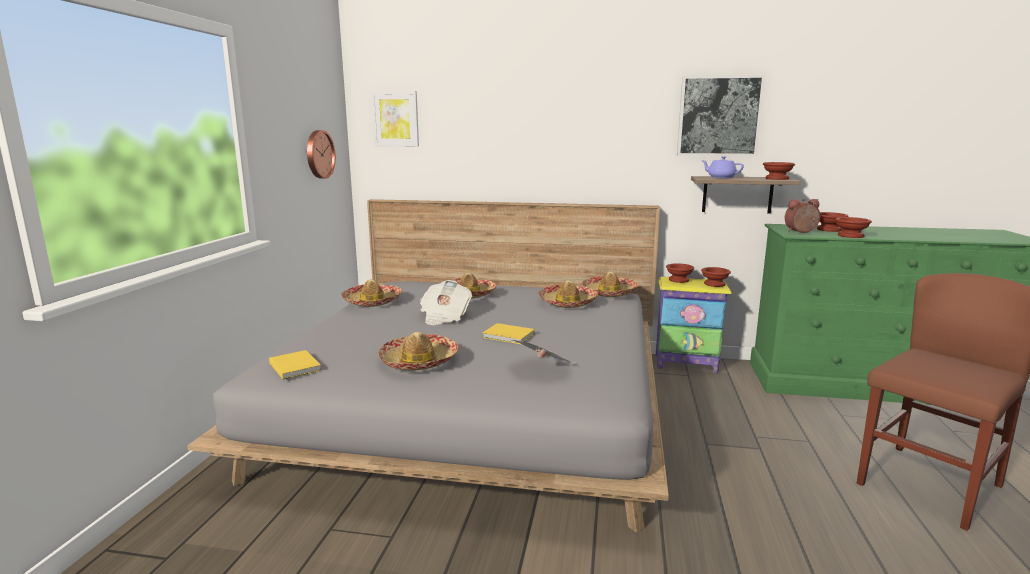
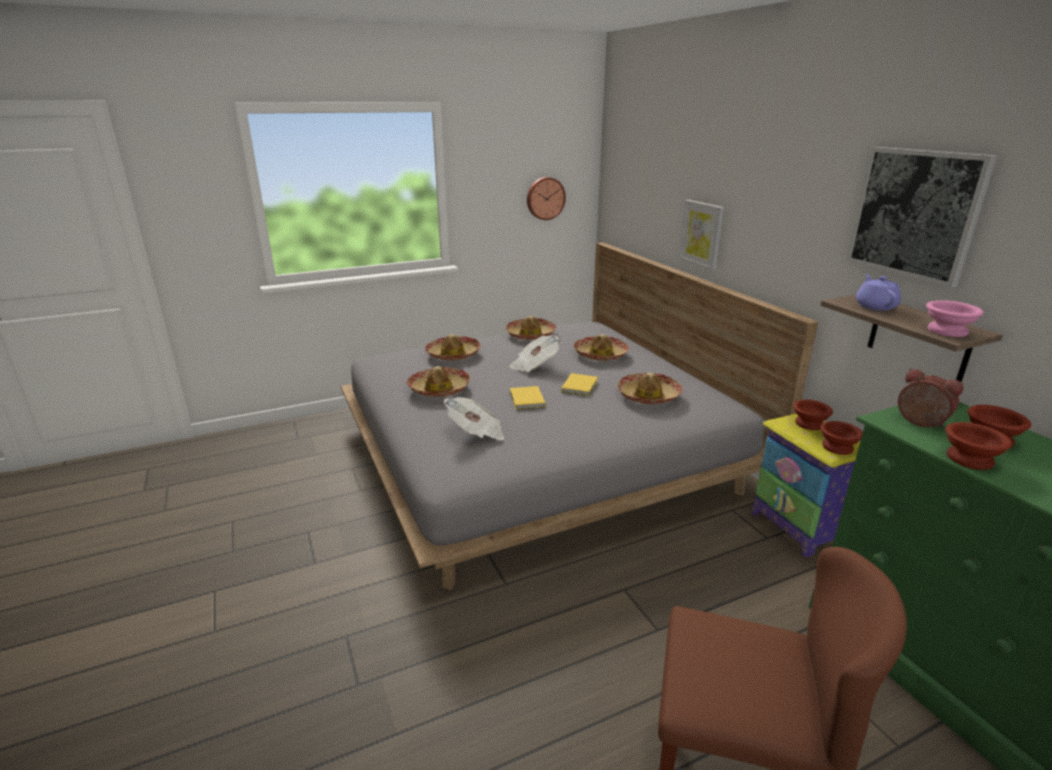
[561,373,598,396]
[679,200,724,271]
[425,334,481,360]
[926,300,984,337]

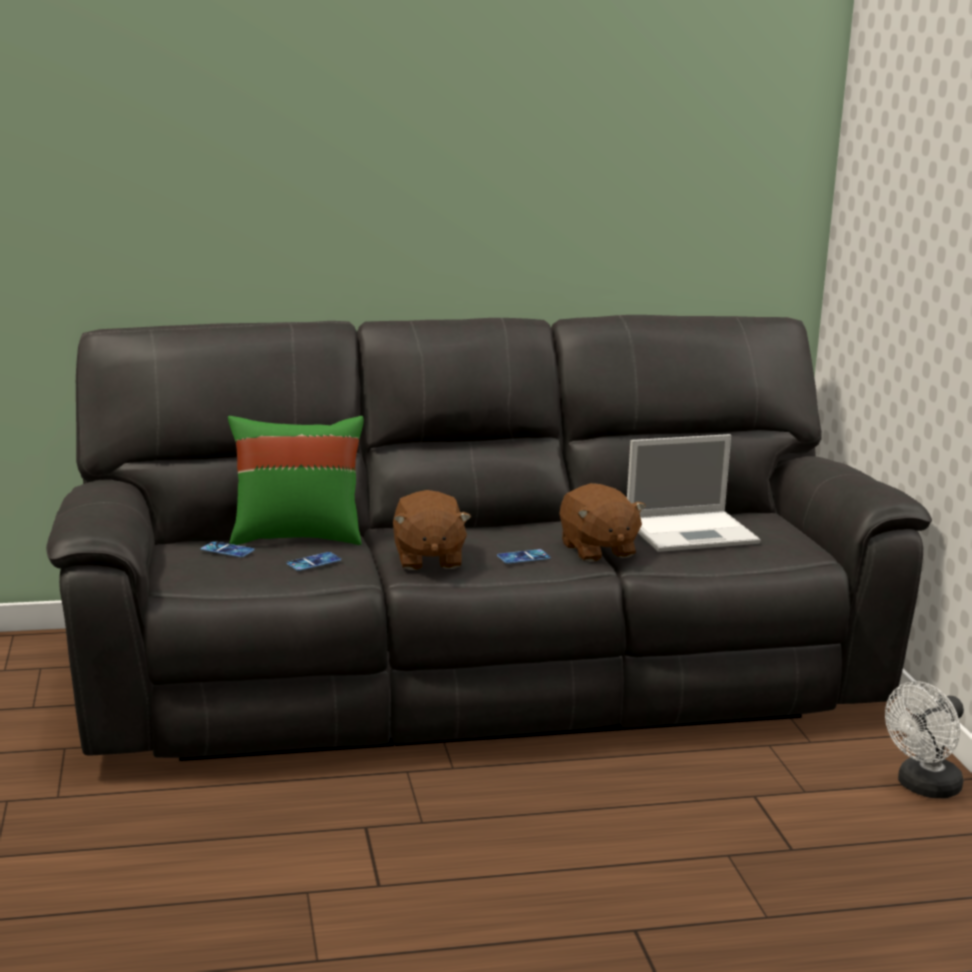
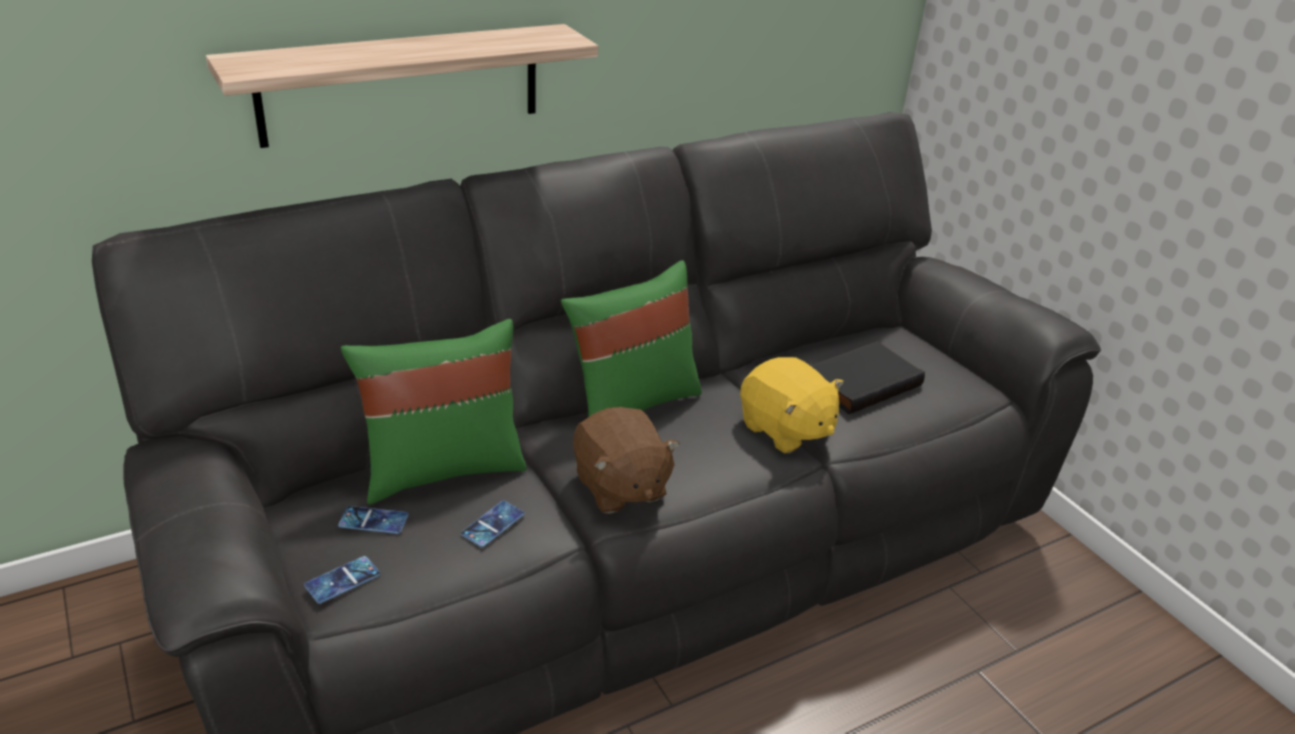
[304,556,380,604]
[740,357,844,454]
[810,341,925,414]
[885,681,964,798] (first image)
[206,24,598,148]
[561,260,702,417]

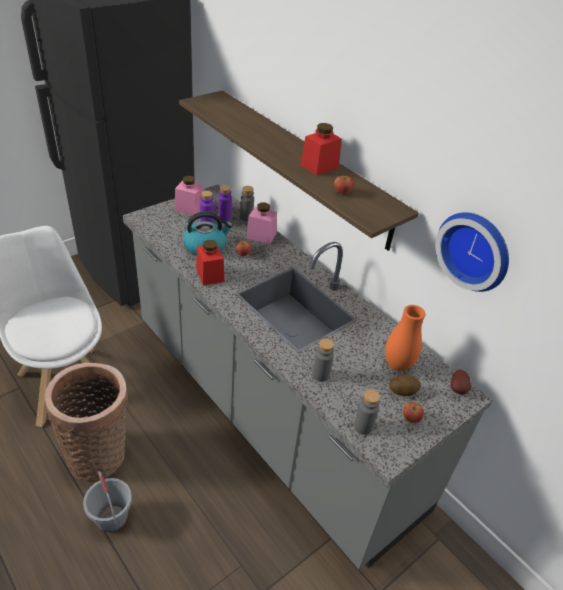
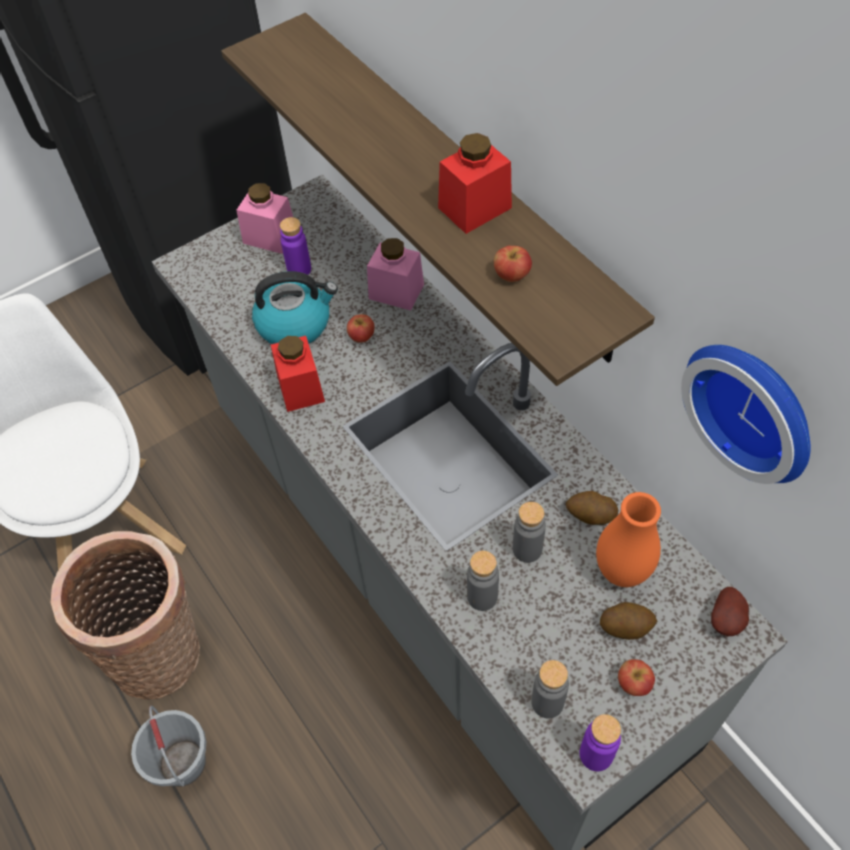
[580,714,621,771]
[513,502,546,563]
[566,491,618,525]

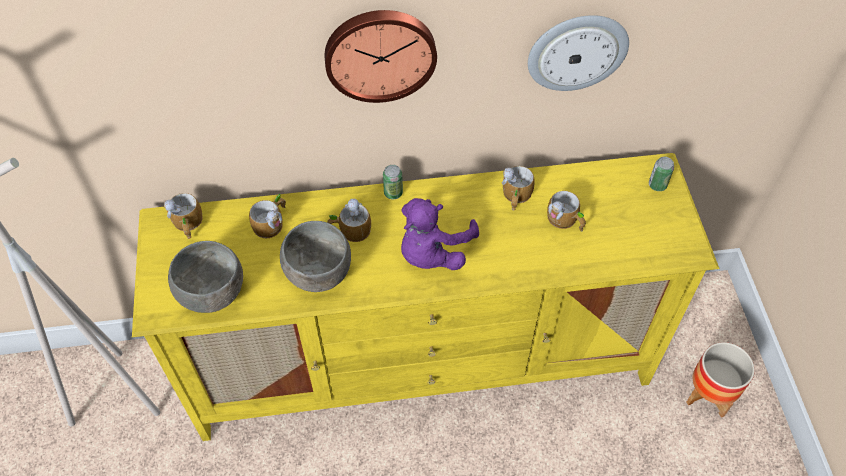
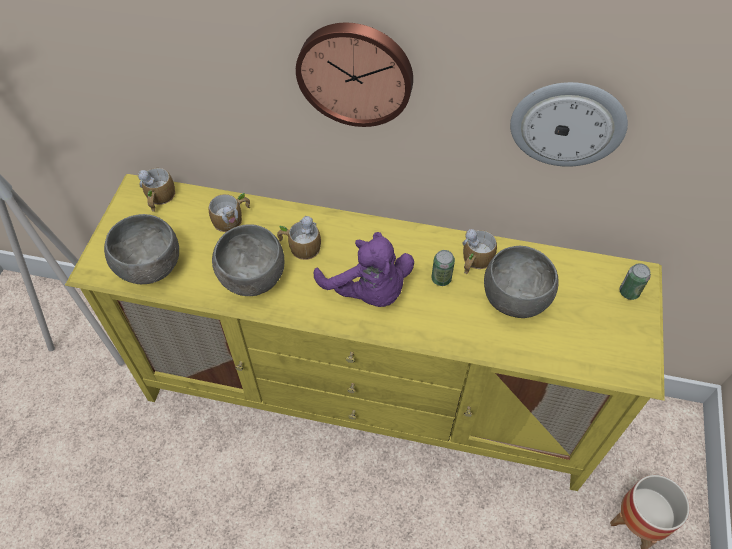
[431,250,455,286]
[314,232,414,307]
[484,246,558,318]

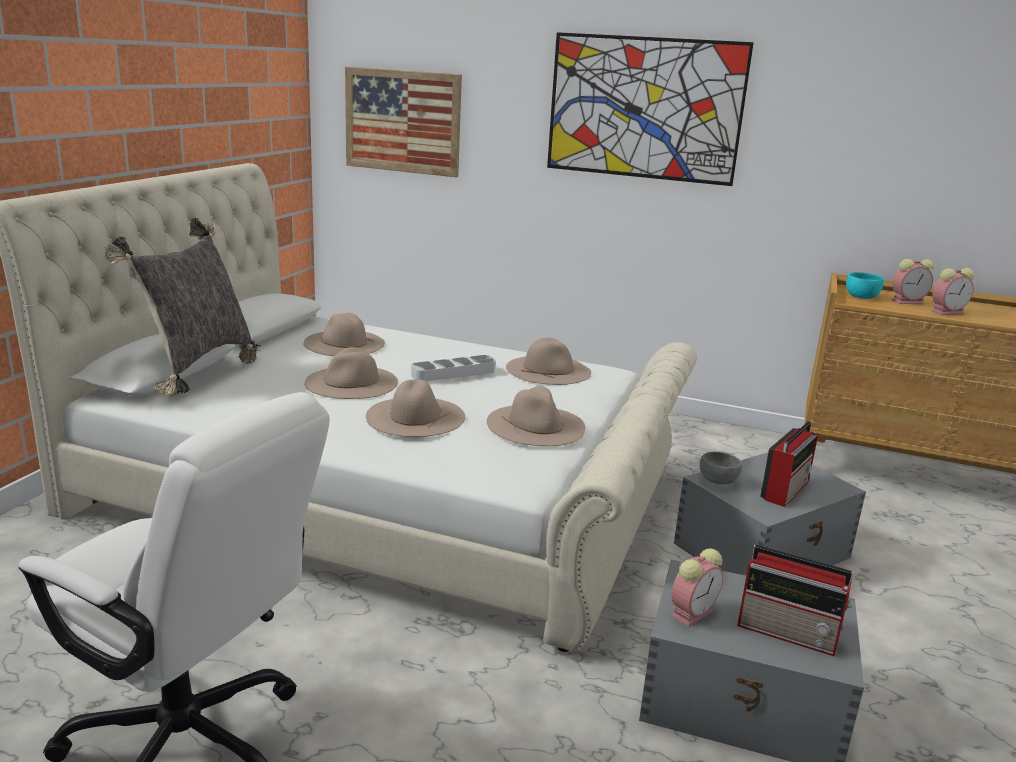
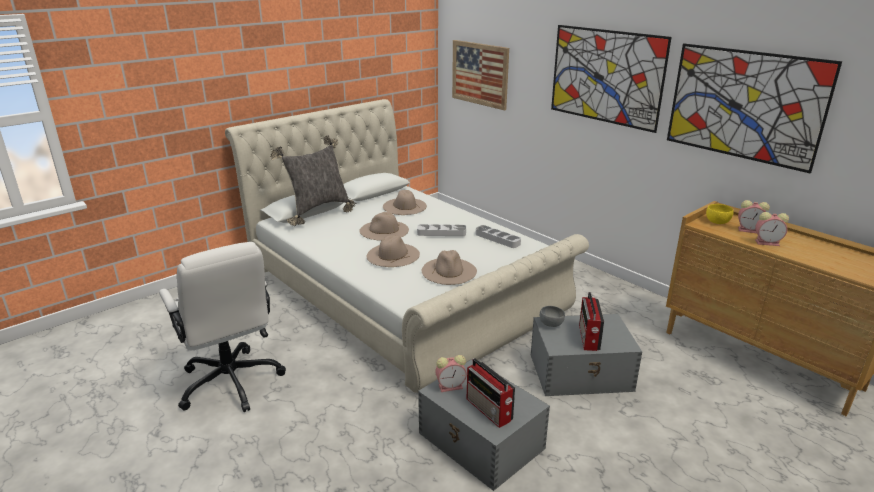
[476,225,521,248]
[579,292,604,351]
[706,204,733,224]
[667,44,842,174]

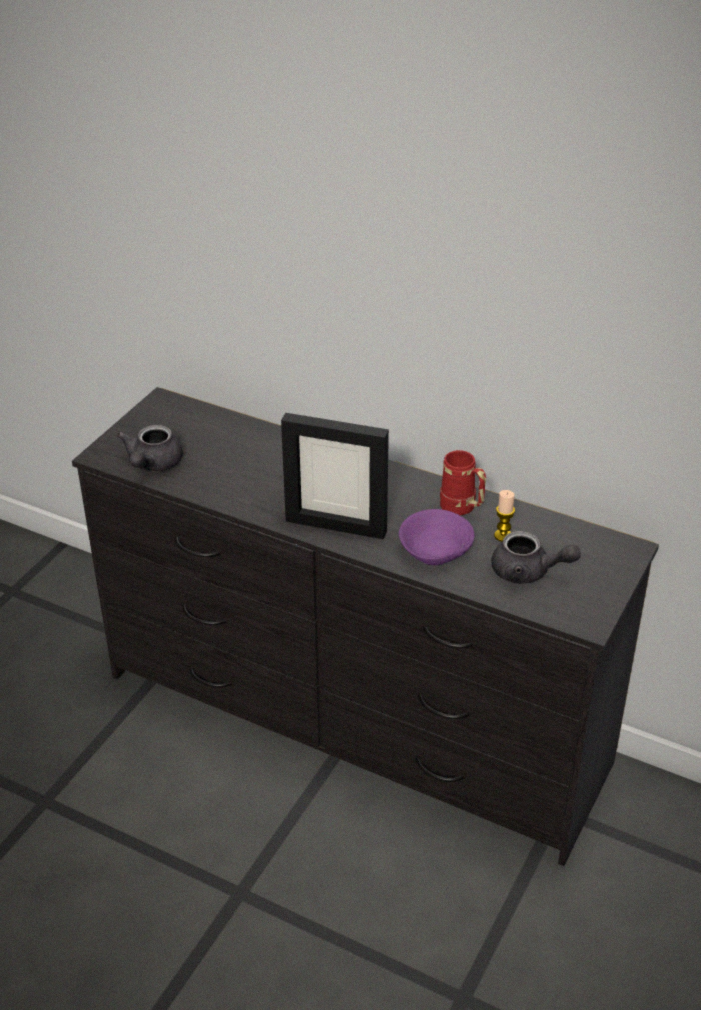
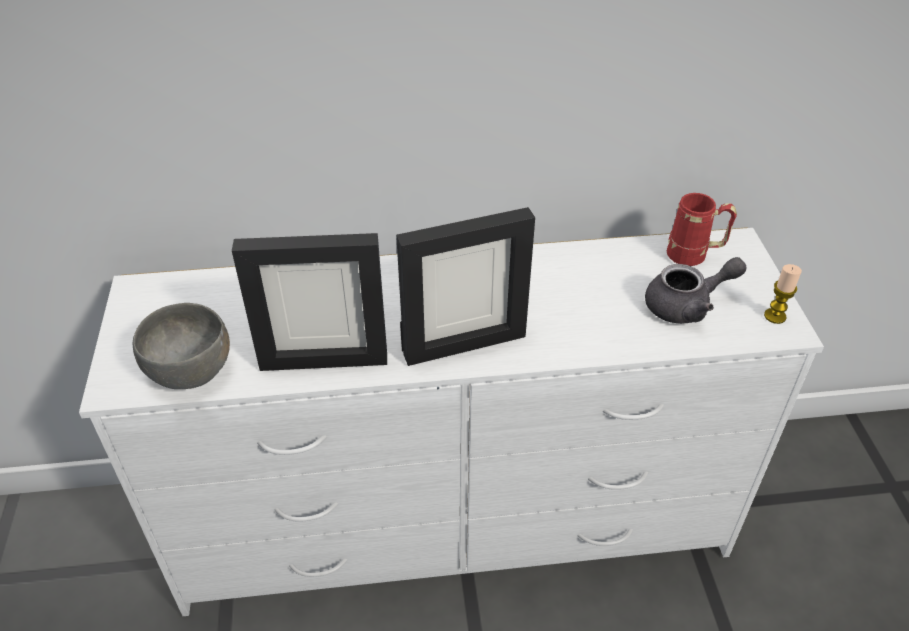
[79,227,824,616]
[133,303,230,389]
[399,509,475,565] (first image)
[667,193,737,266]
[764,264,802,324]
[232,233,387,371]

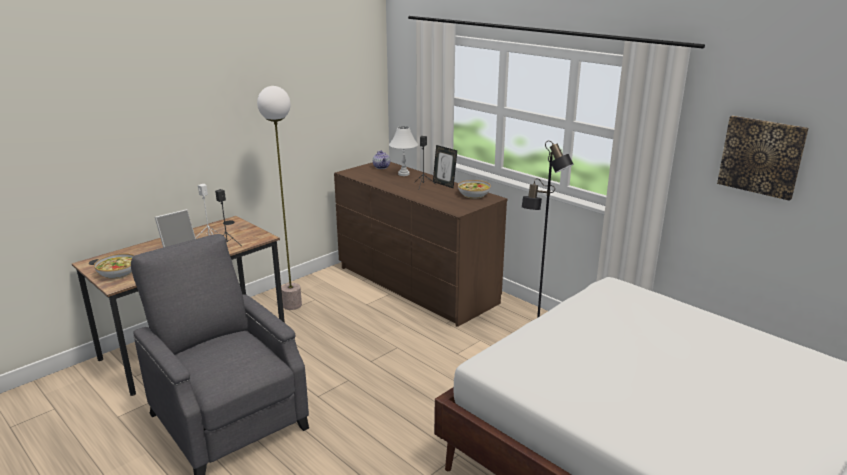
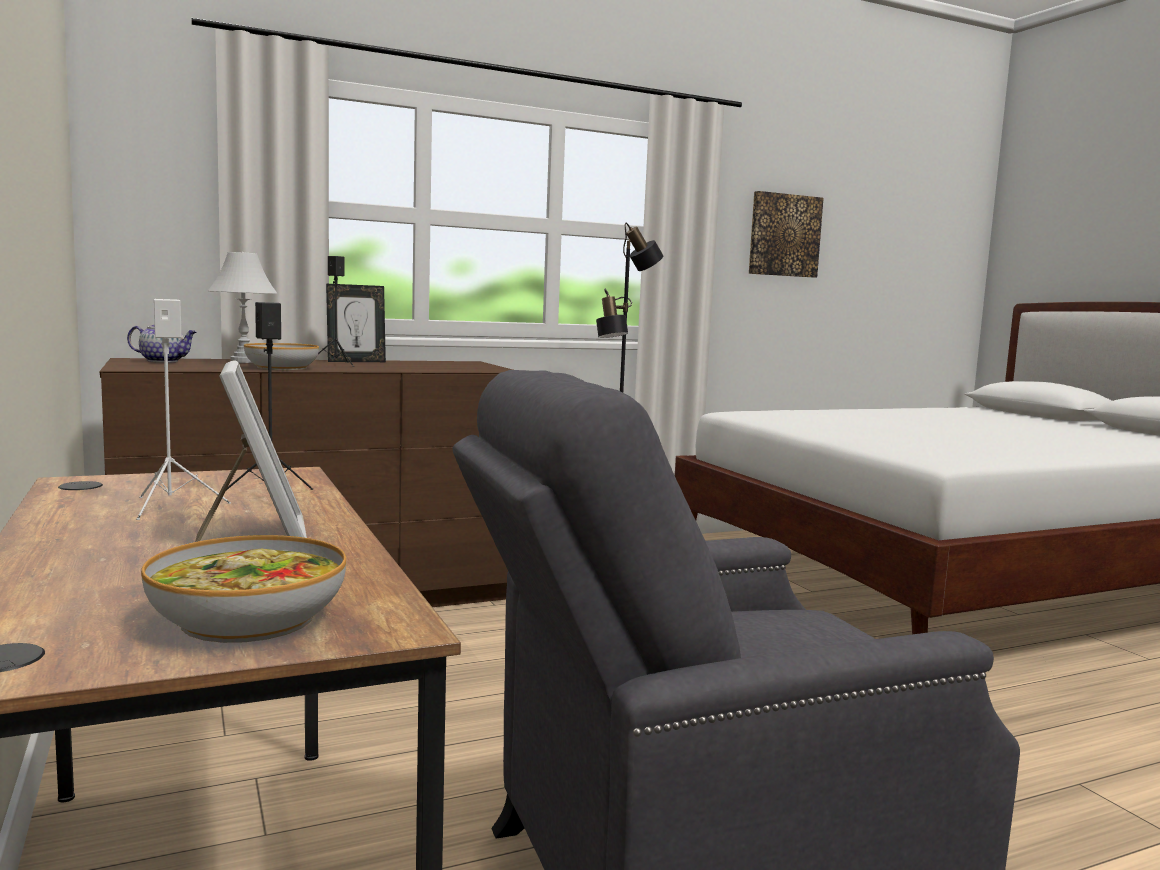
[257,86,302,310] (first image)
[244,343,319,370]

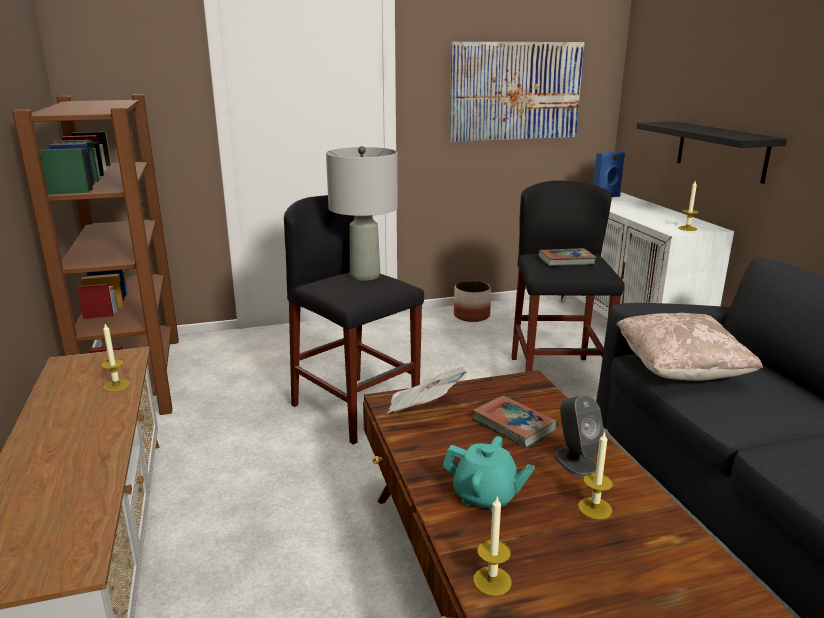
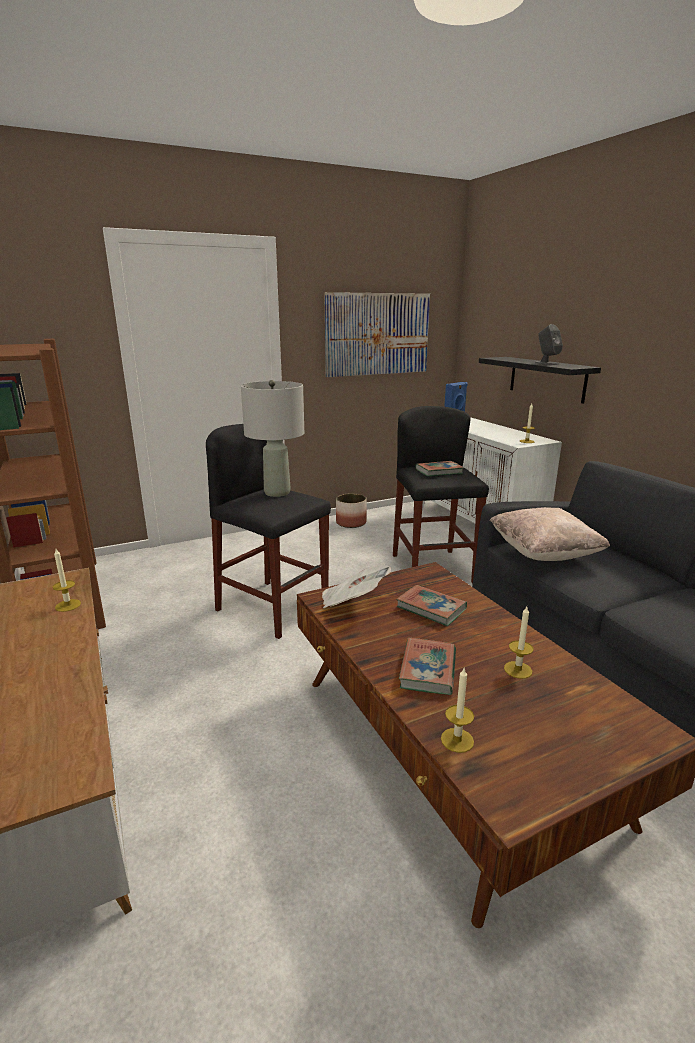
[399,638,456,695]
[535,324,563,365]

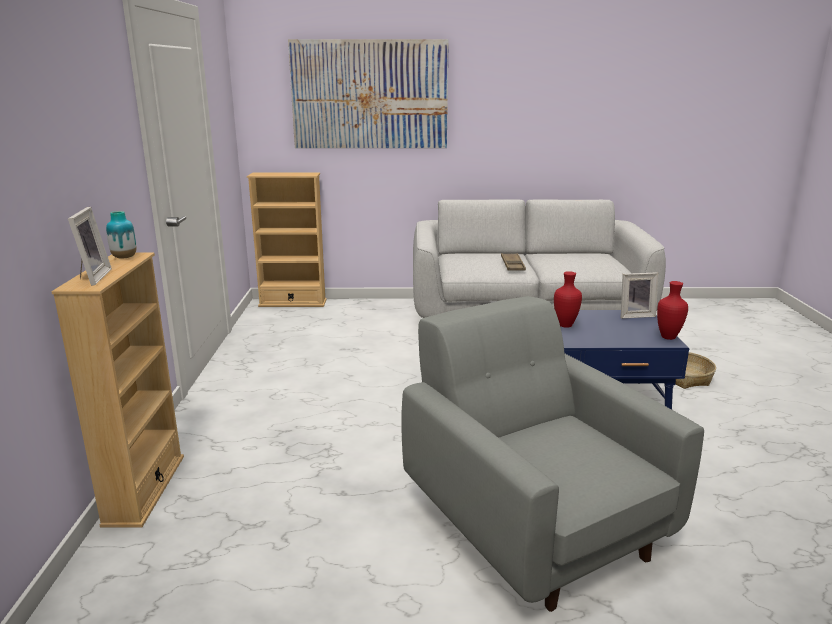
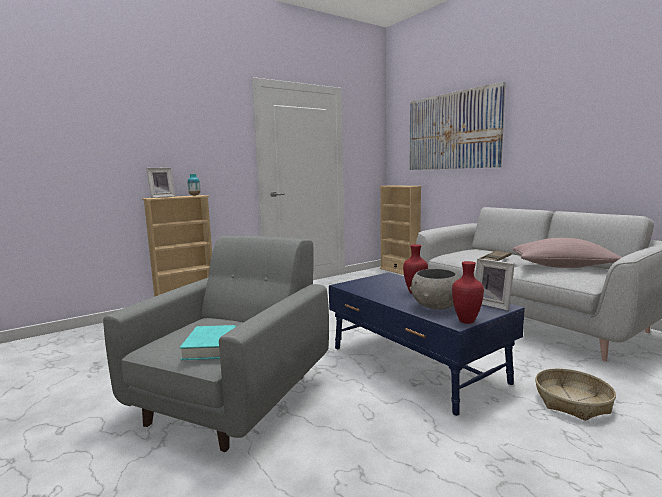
[180,325,236,360]
[410,269,460,310]
[513,238,622,268]

